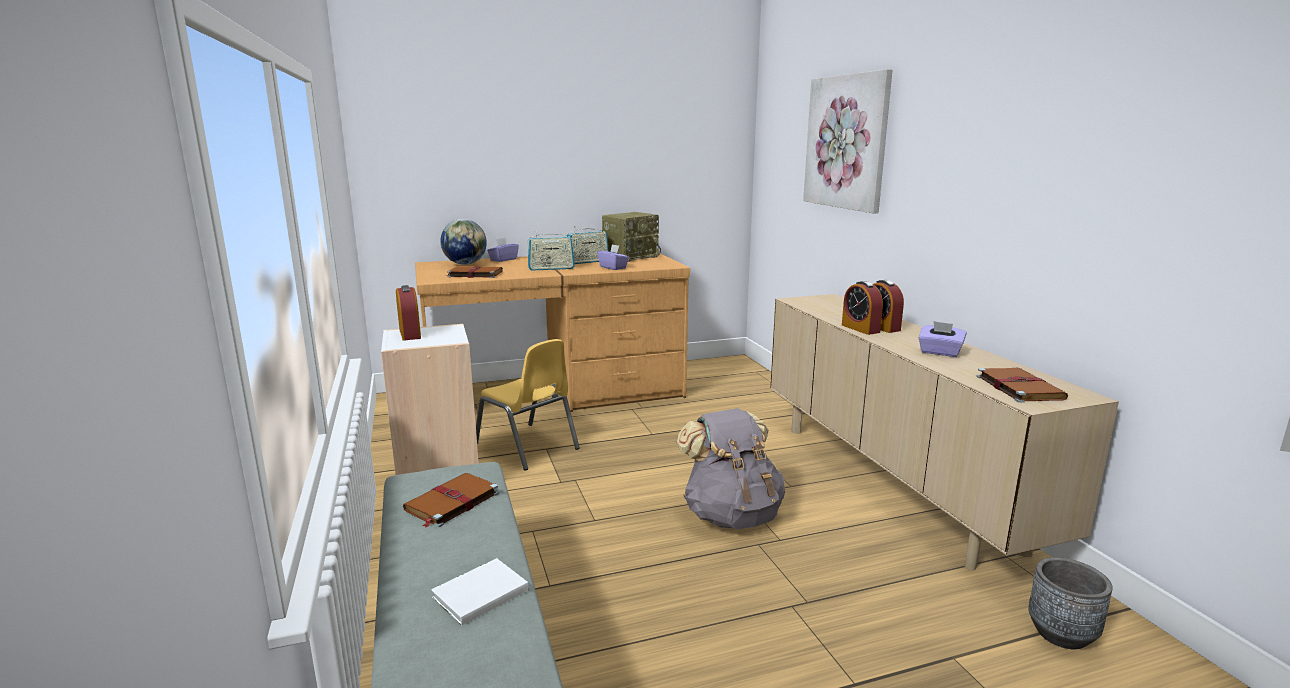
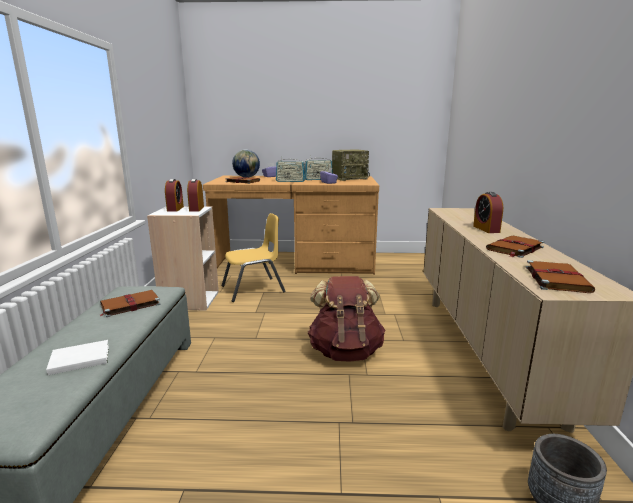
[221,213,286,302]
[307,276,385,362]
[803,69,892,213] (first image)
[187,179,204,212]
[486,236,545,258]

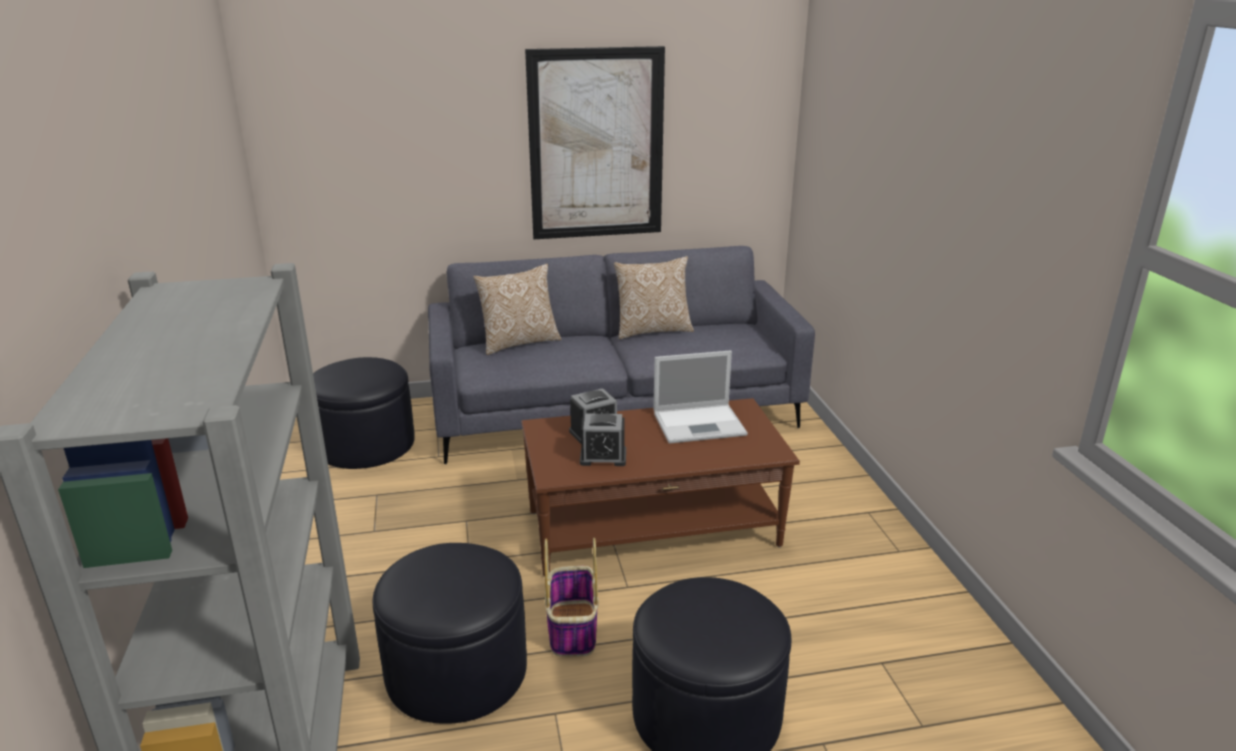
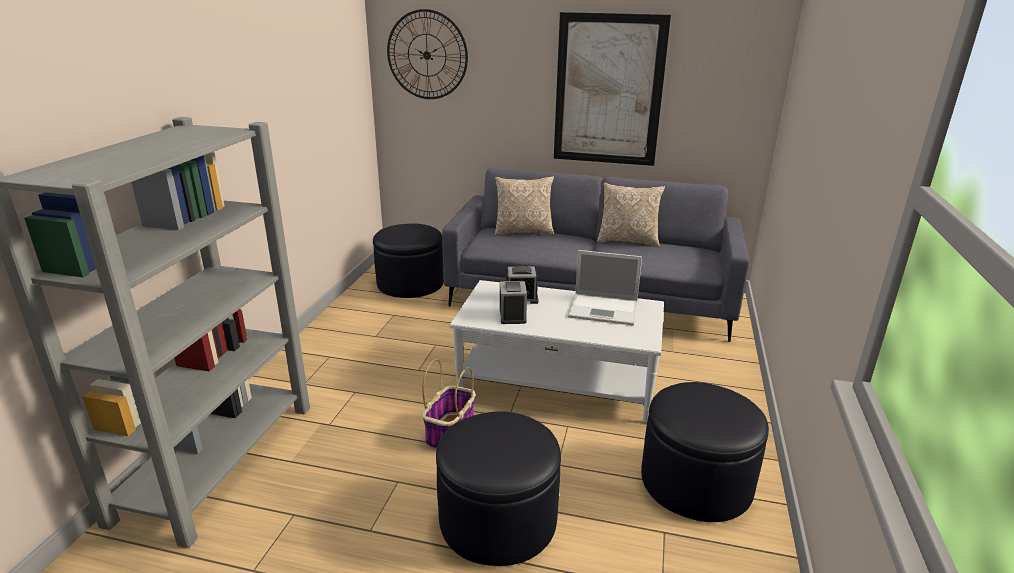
[641,382,769,522]
[450,280,664,423]
[500,281,527,324]
[387,9,468,99]

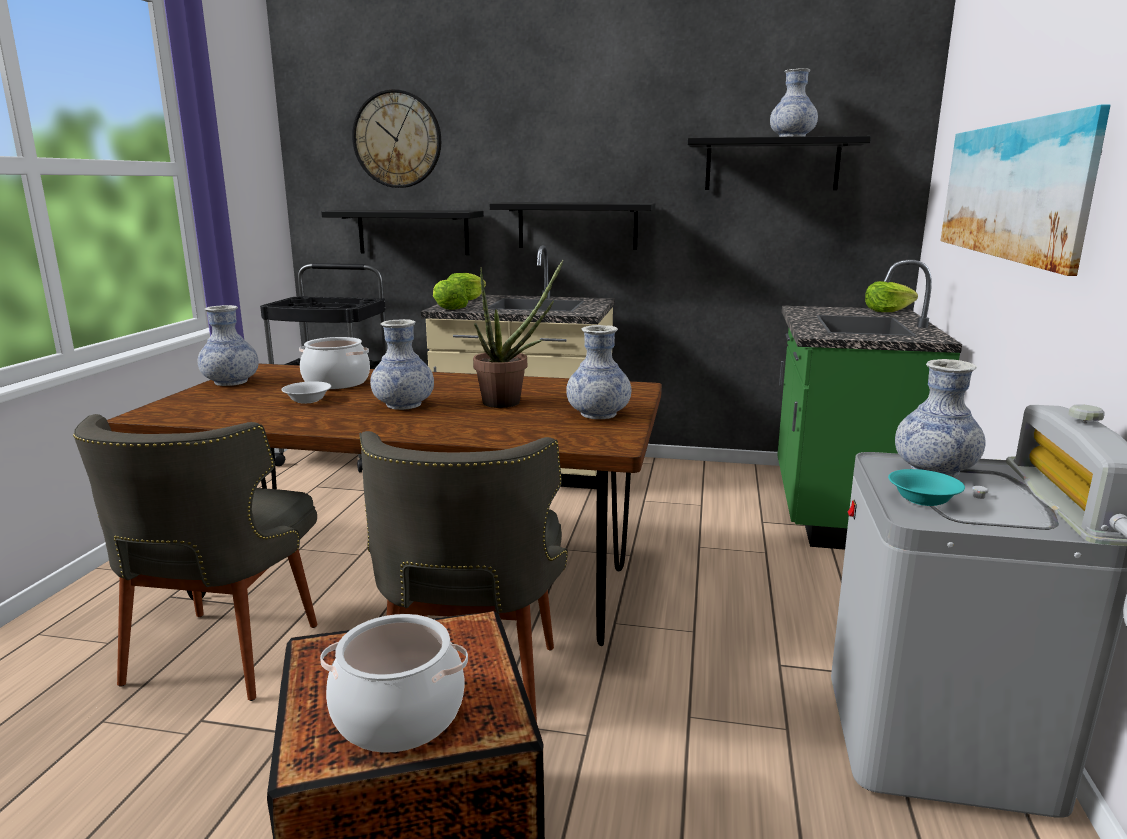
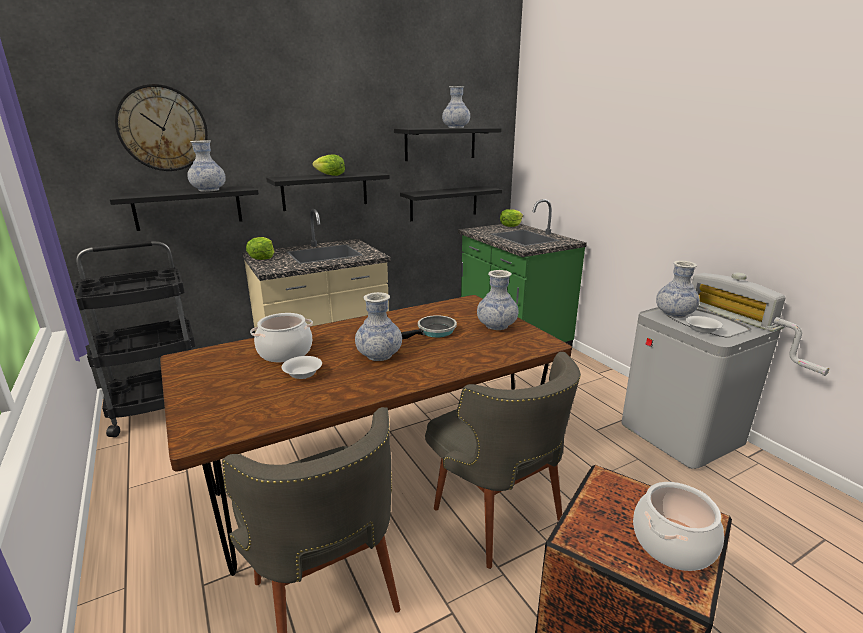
[187,140,226,192]
[312,154,345,176]
[401,315,457,339]
[686,316,723,334]
[941,105,1111,276] (first image)
[400,186,502,221]

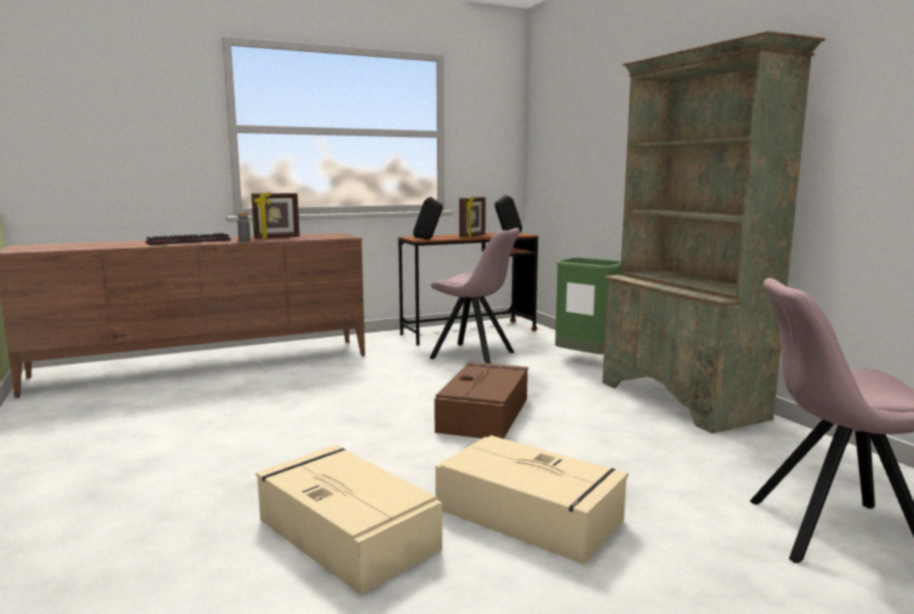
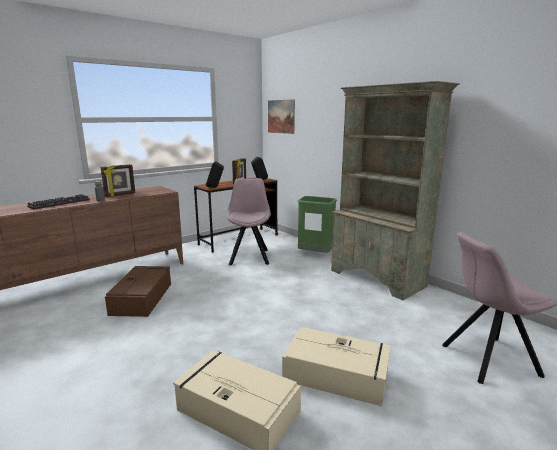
[227,178,271,265]
[105,266,171,317]
[268,99,295,134]

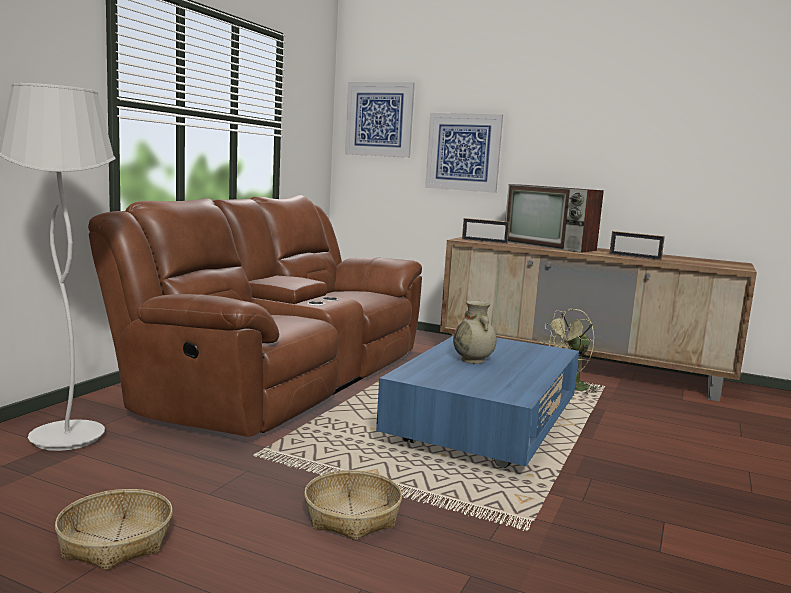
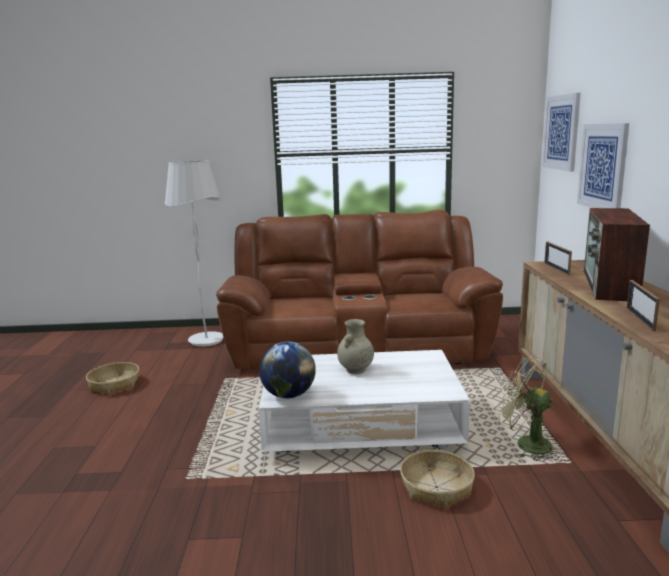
[400,450,475,509]
[259,350,470,452]
[259,342,316,398]

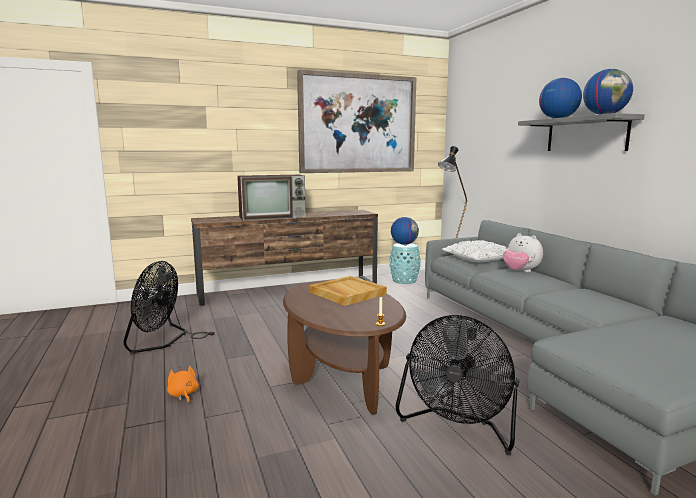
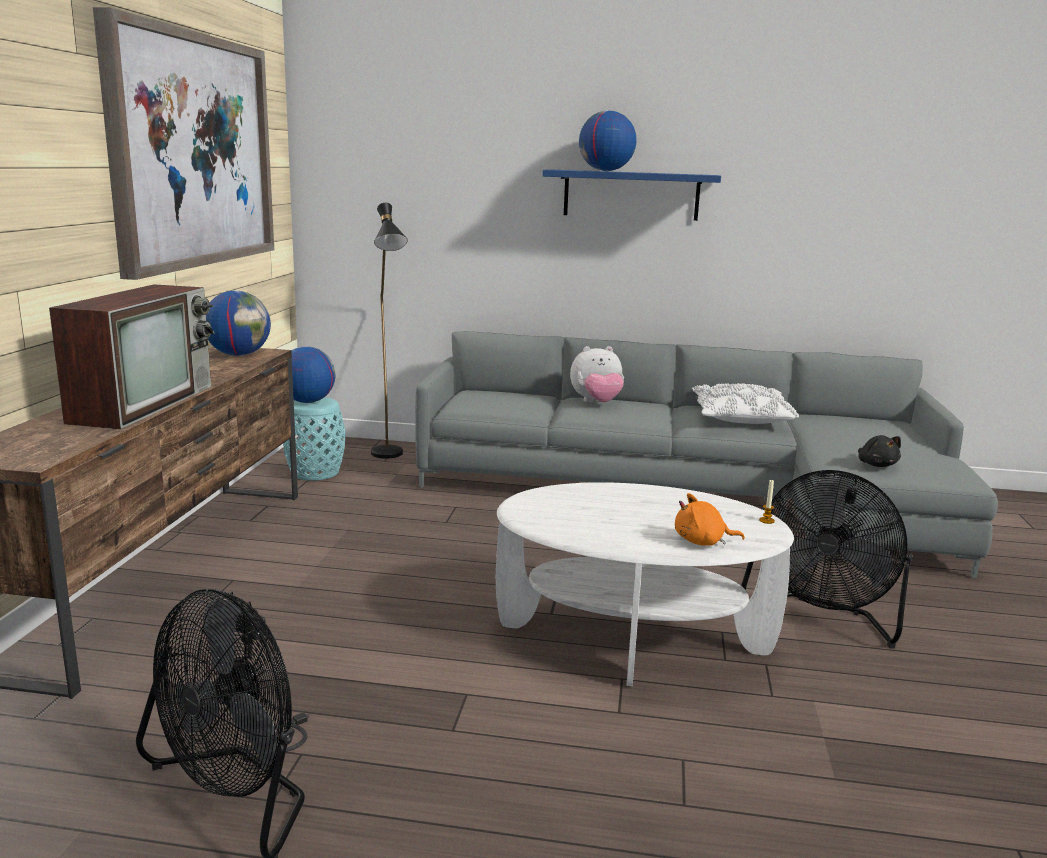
[675,493,745,546]
[496,482,794,686]
[310,276,387,306] (first image)
[741,470,912,649]
[692,383,799,424]
[543,169,721,221]
[206,291,271,356]
[858,435,901,467]

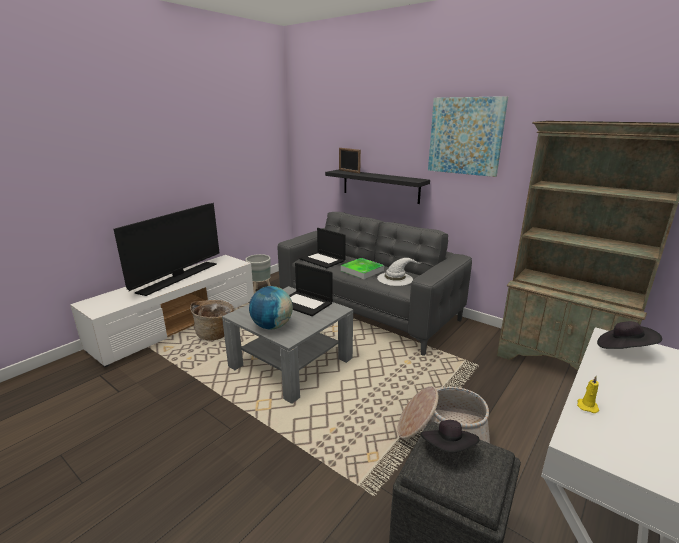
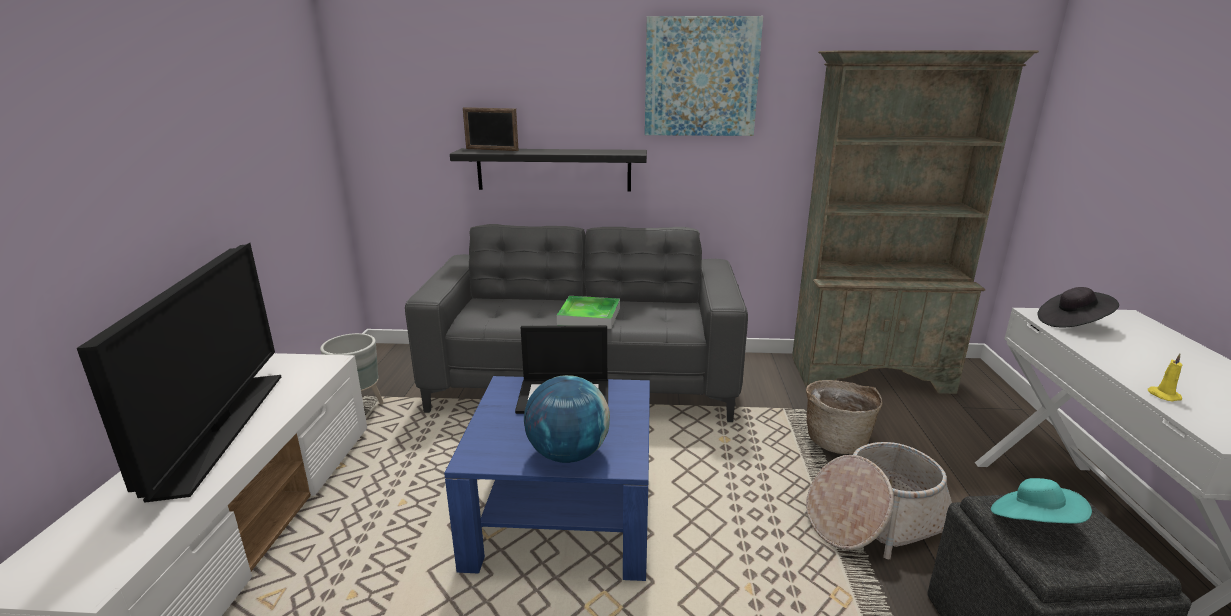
[806,380,883,454]
[444,376,650,581]
[299,228,346,268] (first image)
[377,258,420,286] (first image)
[991,478,1092,524]

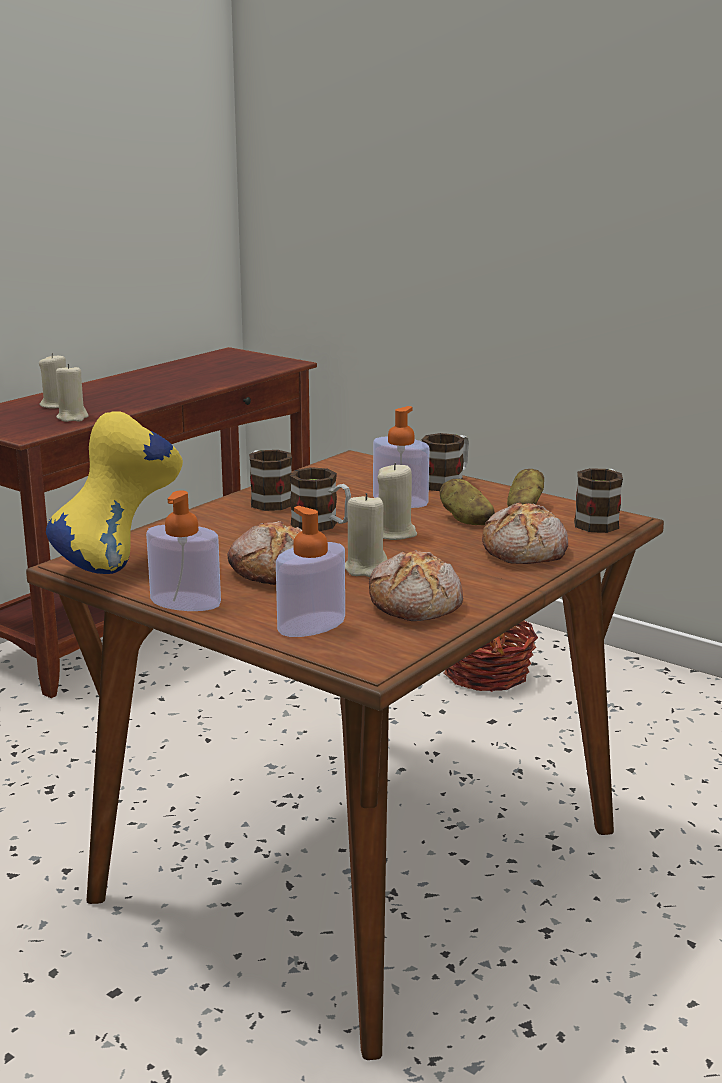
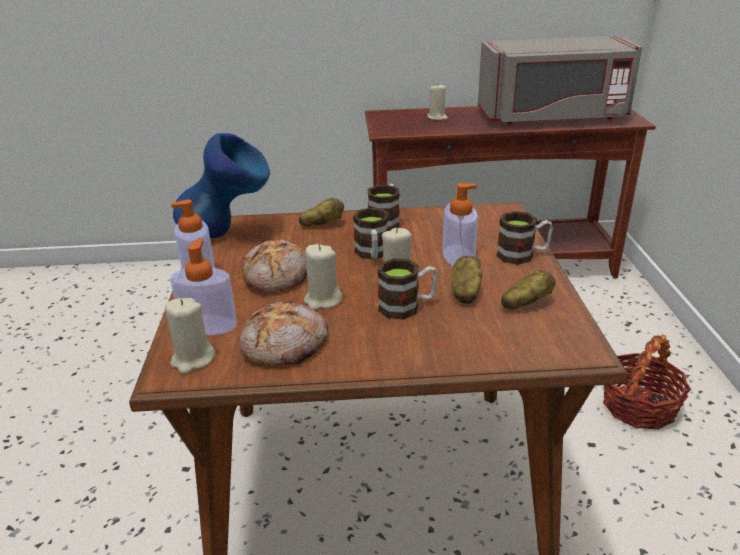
[173,133,270,238]
[165,298,216,374]
[482,502,568,564] (first image)
[378,258,437,320]
[299,198,344,227]
[478,36,642,124]

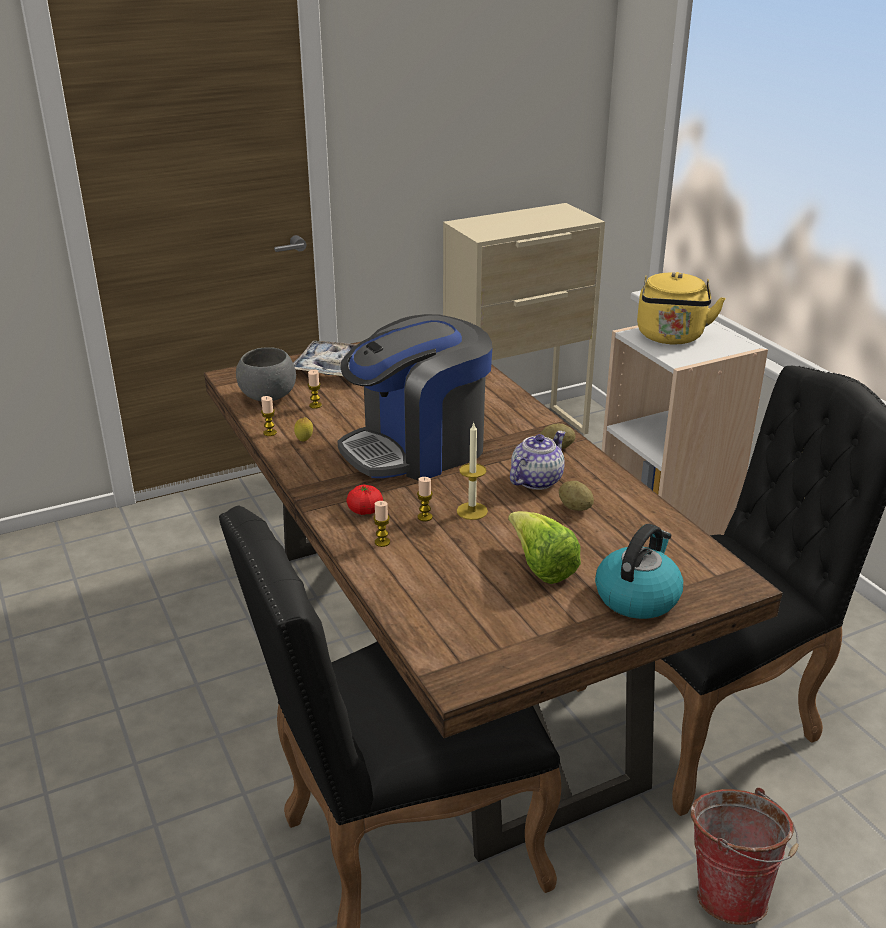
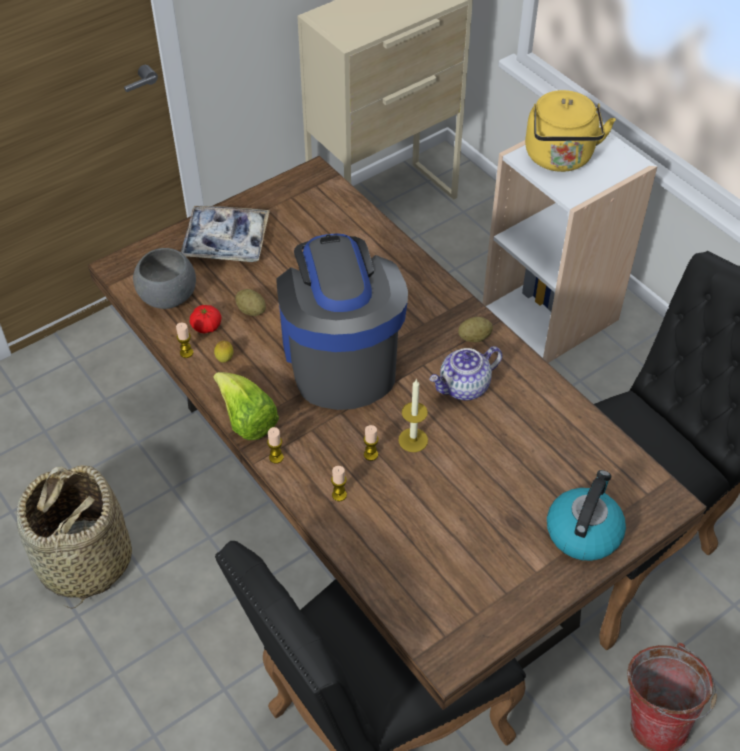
[267,427,284,464]
[276,234,408,410]
[190,305,221,334]
[213,372,279,440]
[429,346,502,400]
[235,289,266,316]
[17,465,132,609]

